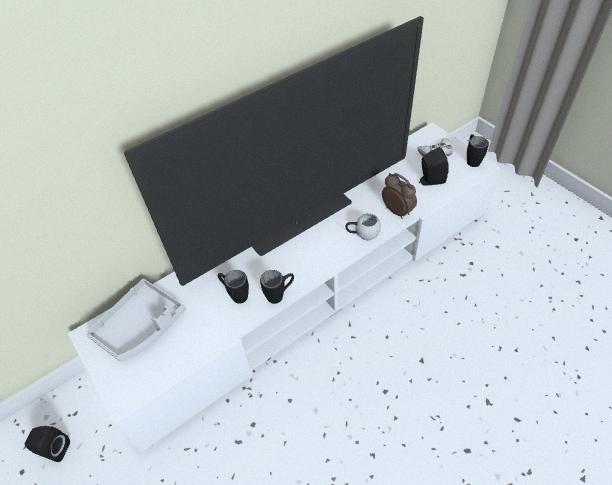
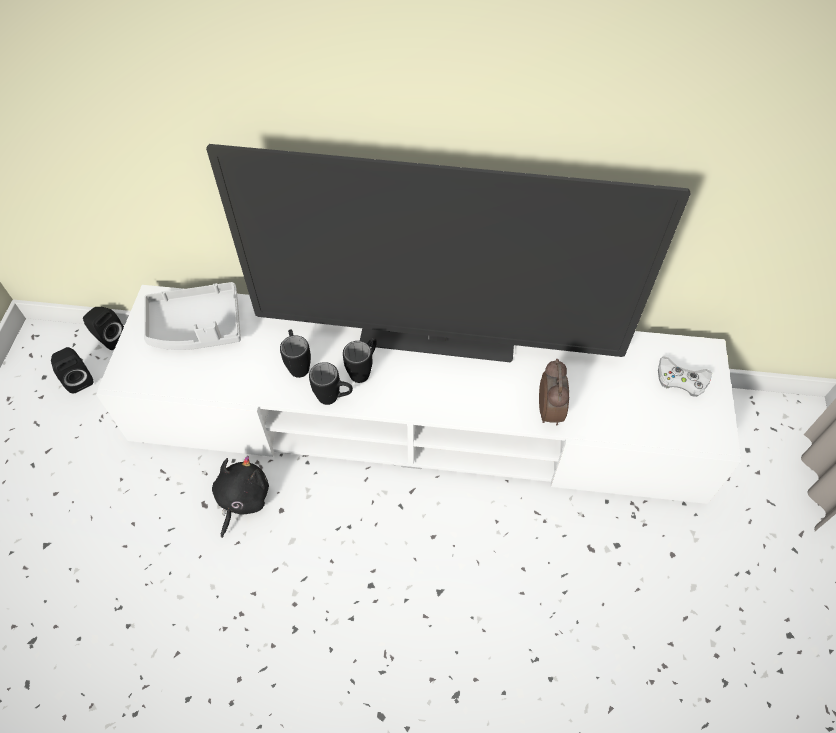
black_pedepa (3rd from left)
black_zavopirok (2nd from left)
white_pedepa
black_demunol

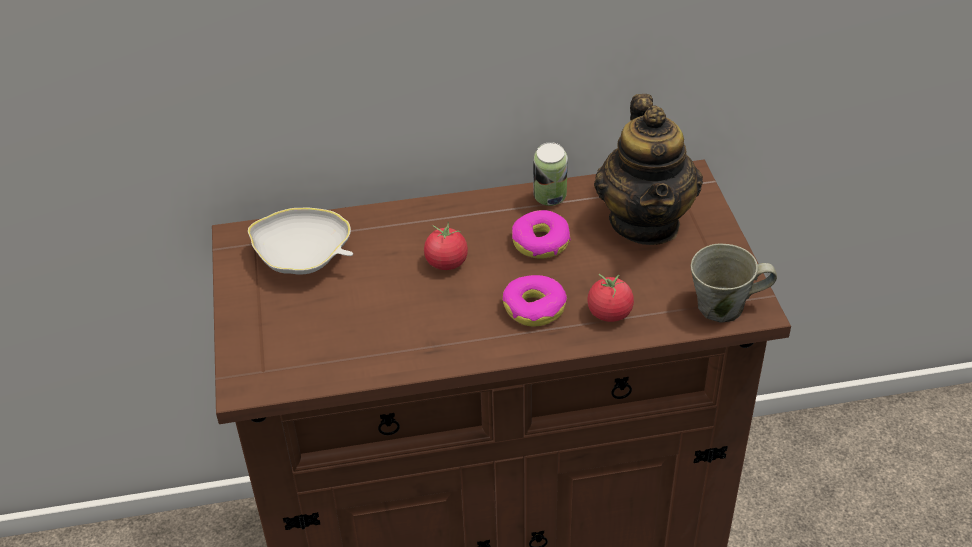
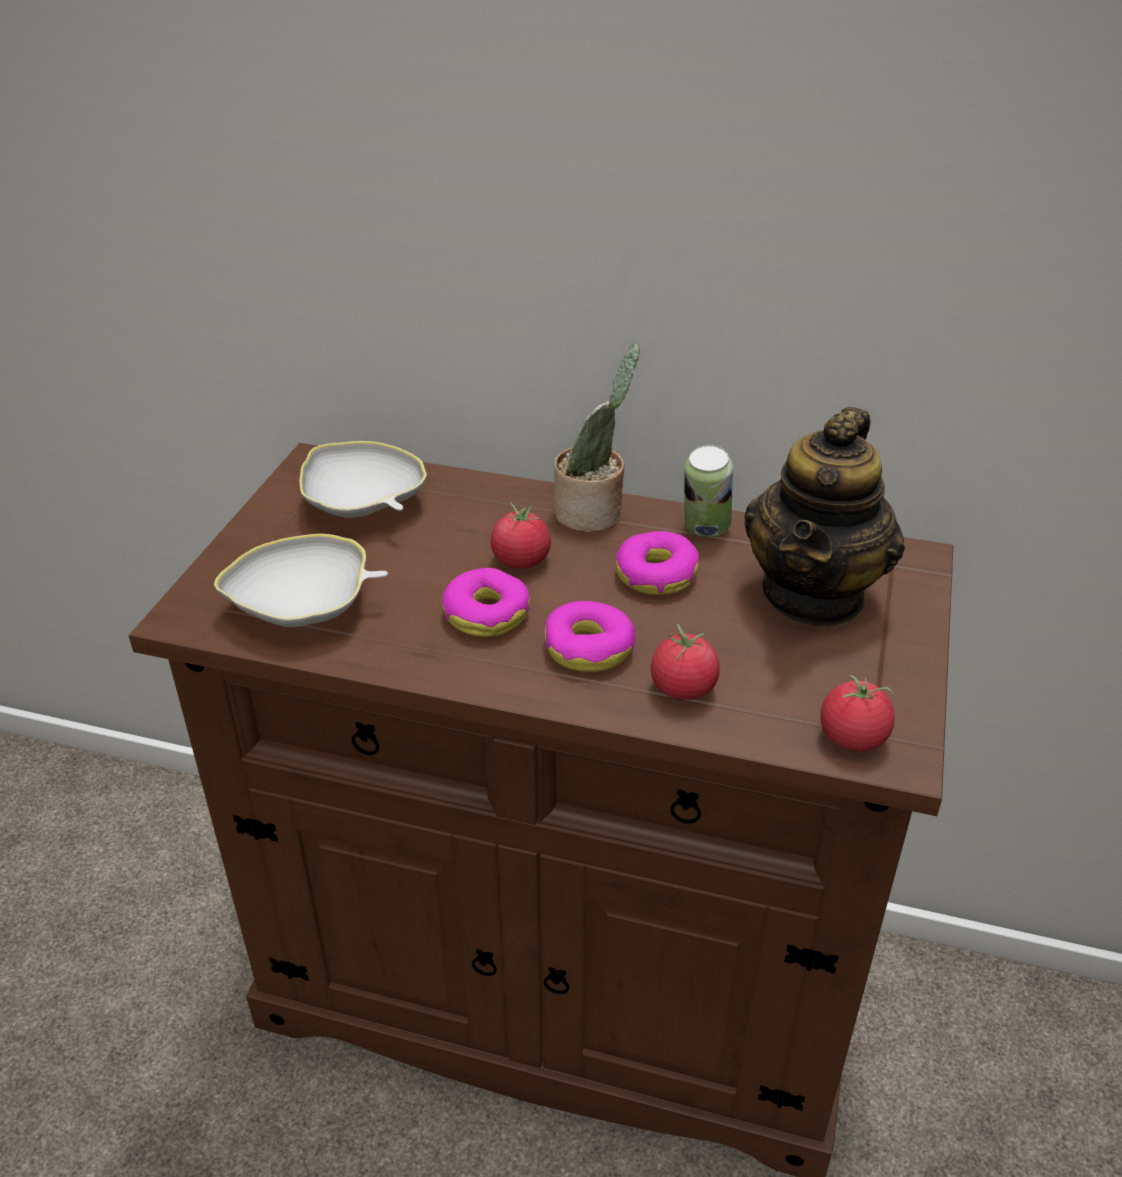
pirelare (3rd from left)
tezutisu
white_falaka (1st from left)
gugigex (1st from left)

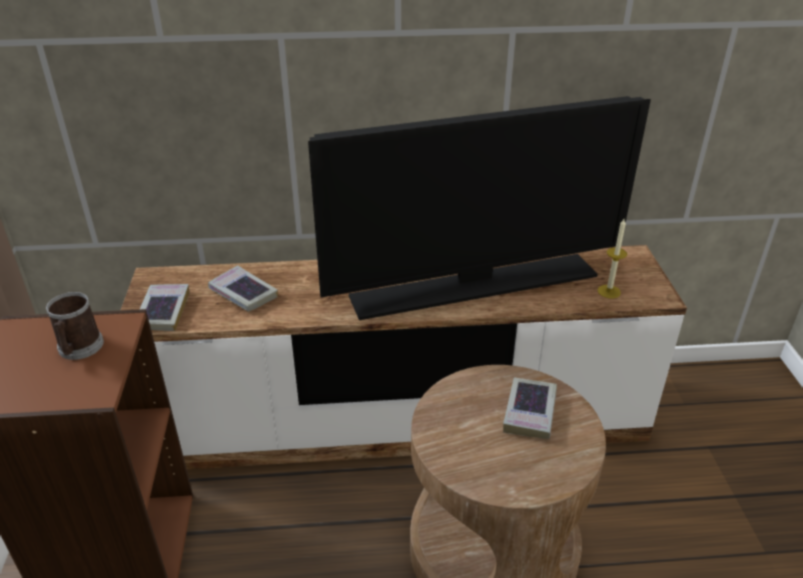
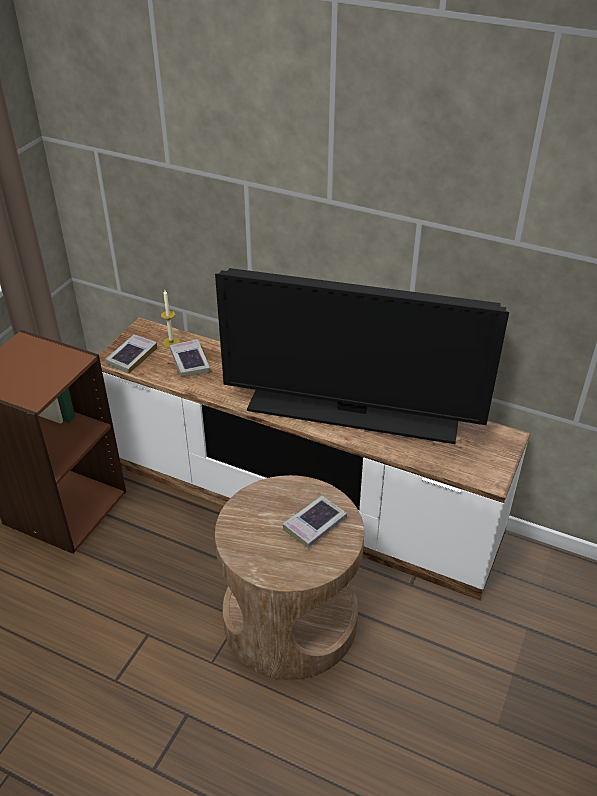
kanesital
pedepa

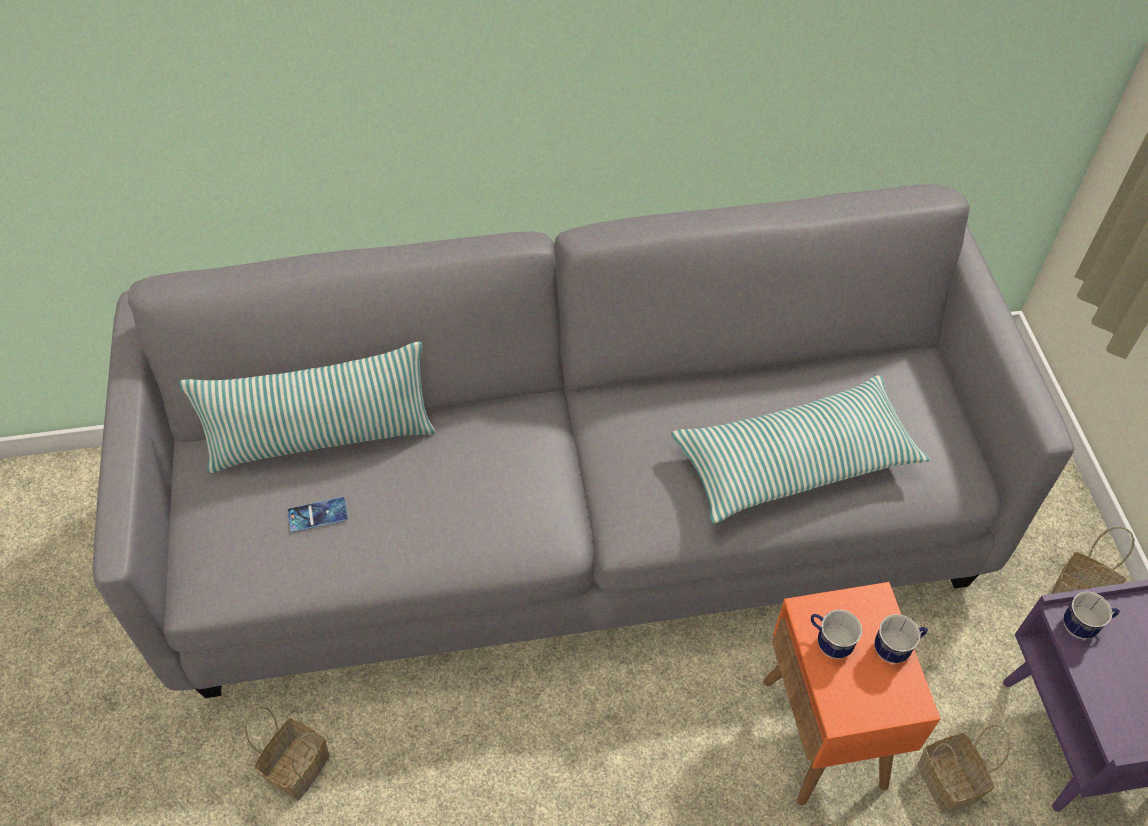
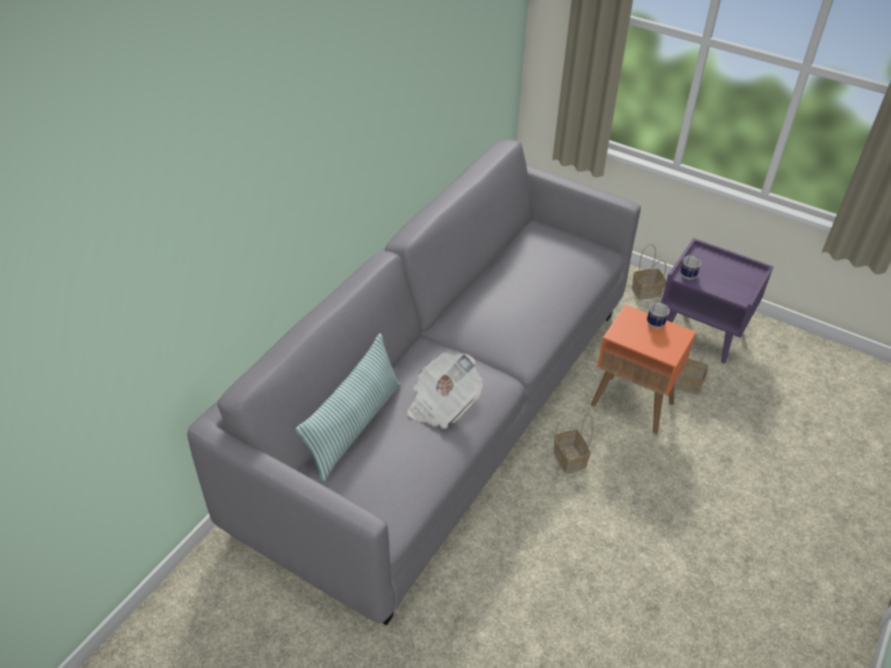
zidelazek (2nd from left in the first image)
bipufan
pedepa (1st from left in the first image)
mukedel (1st from left)
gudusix

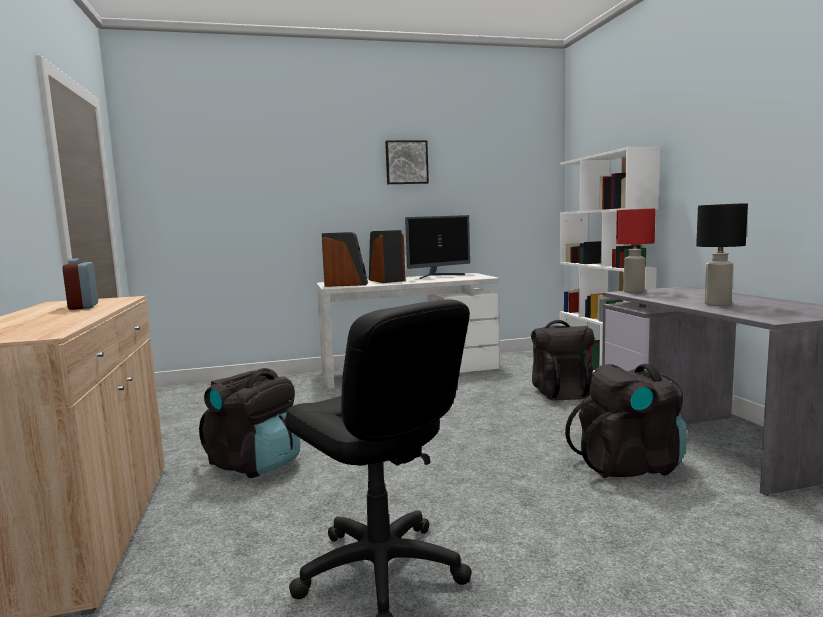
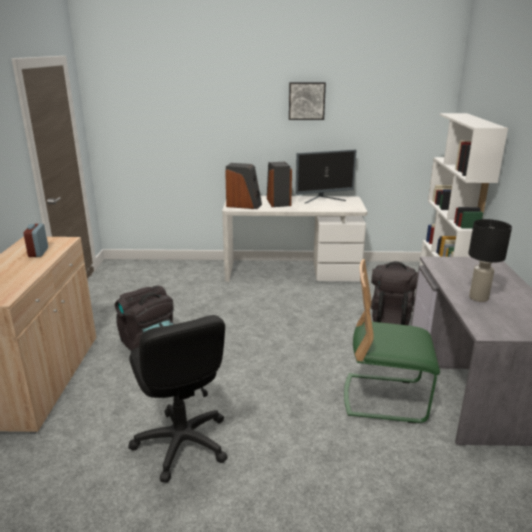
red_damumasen
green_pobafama

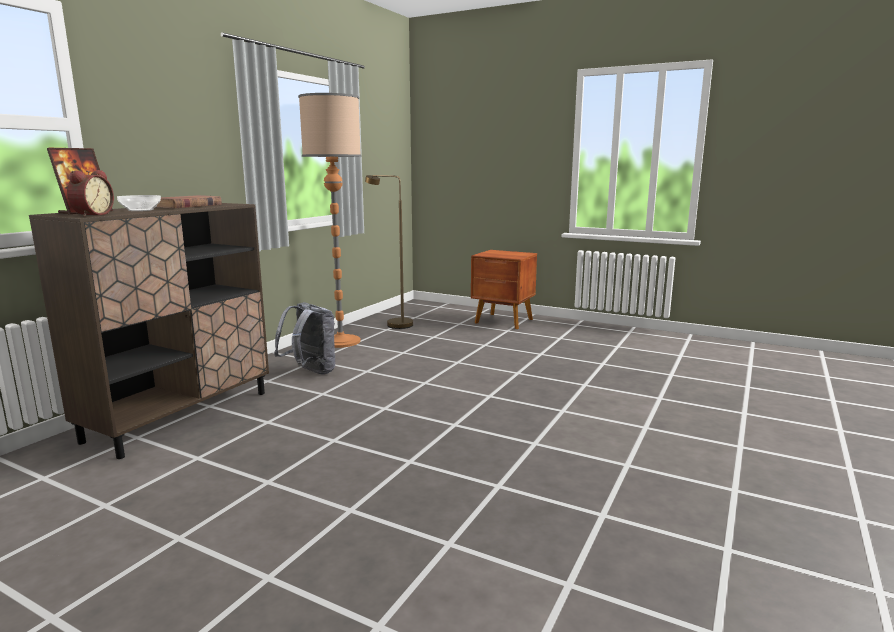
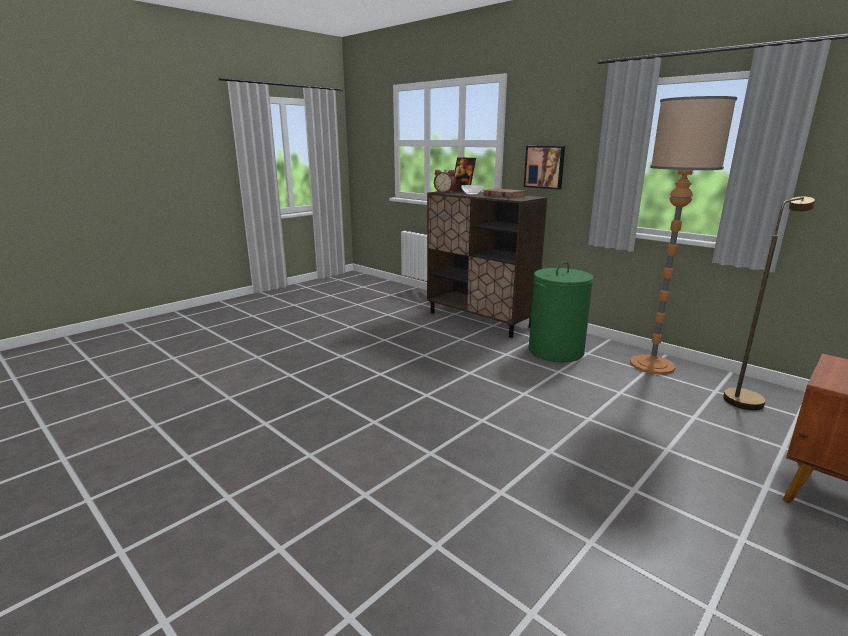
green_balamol
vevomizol

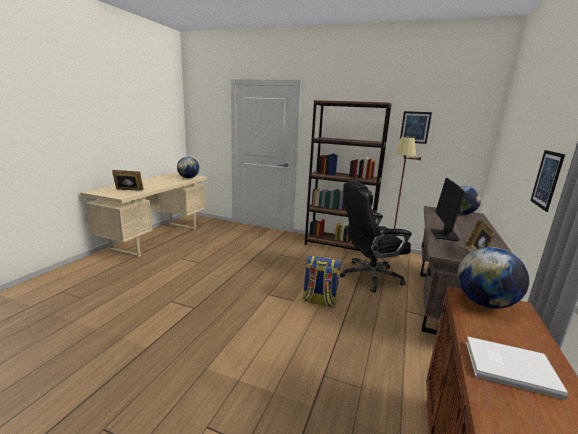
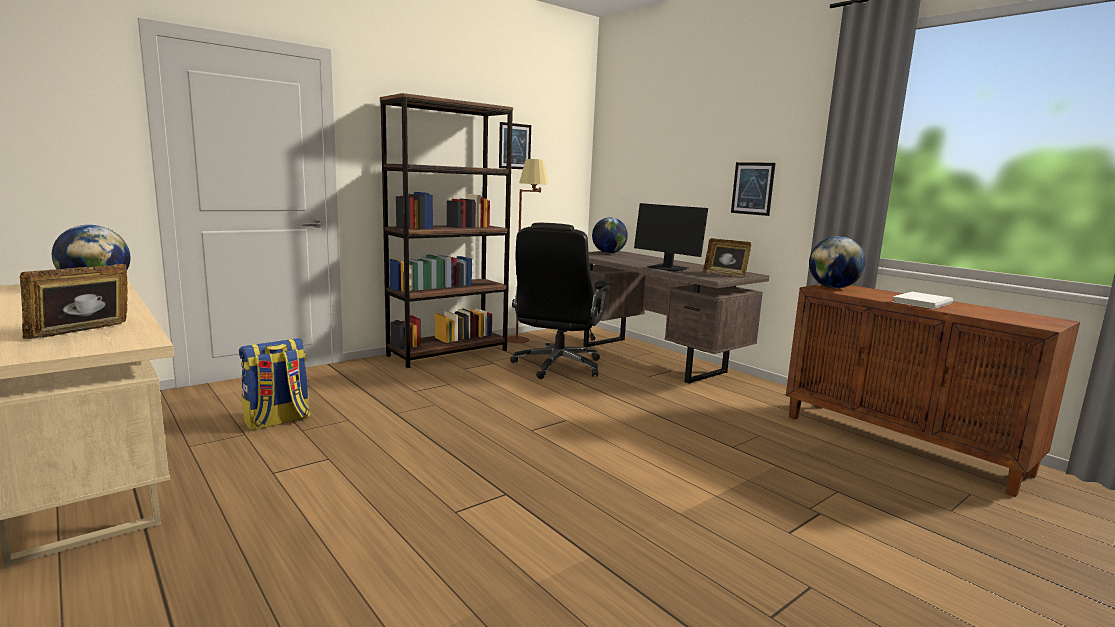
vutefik

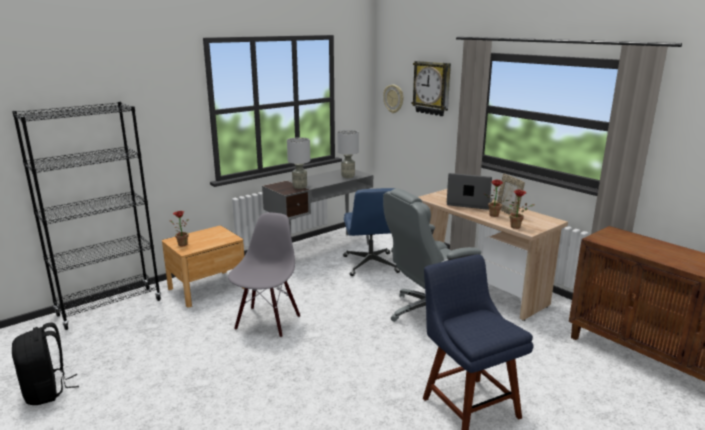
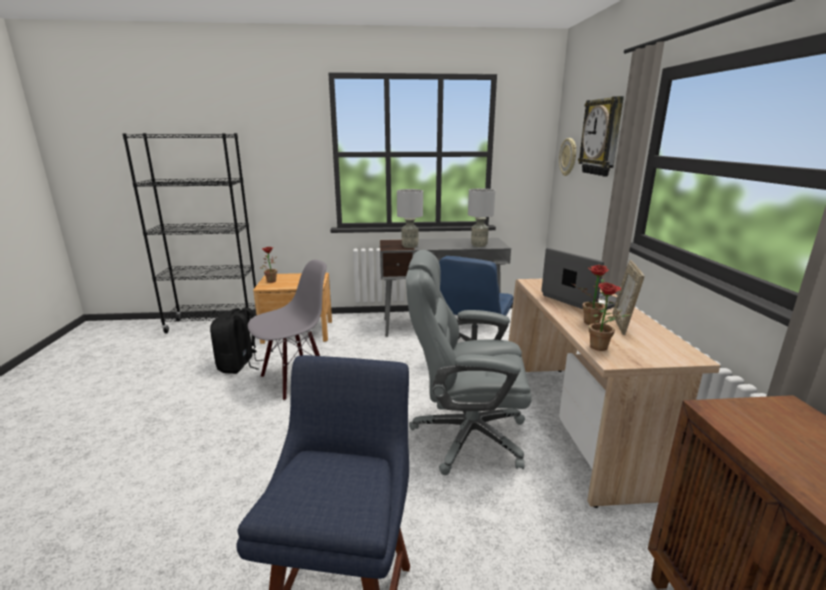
black_vutefik

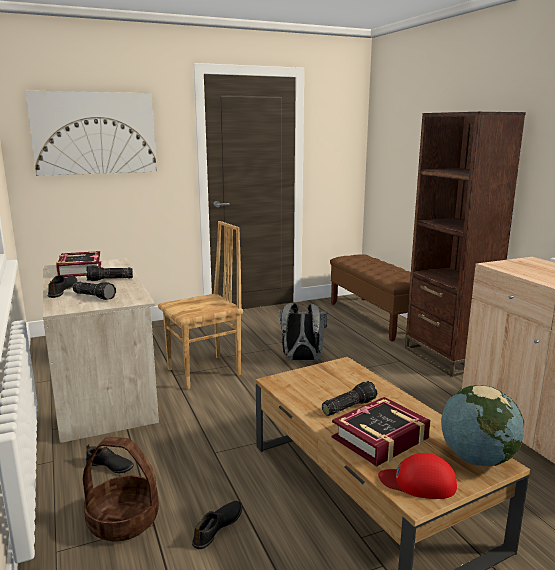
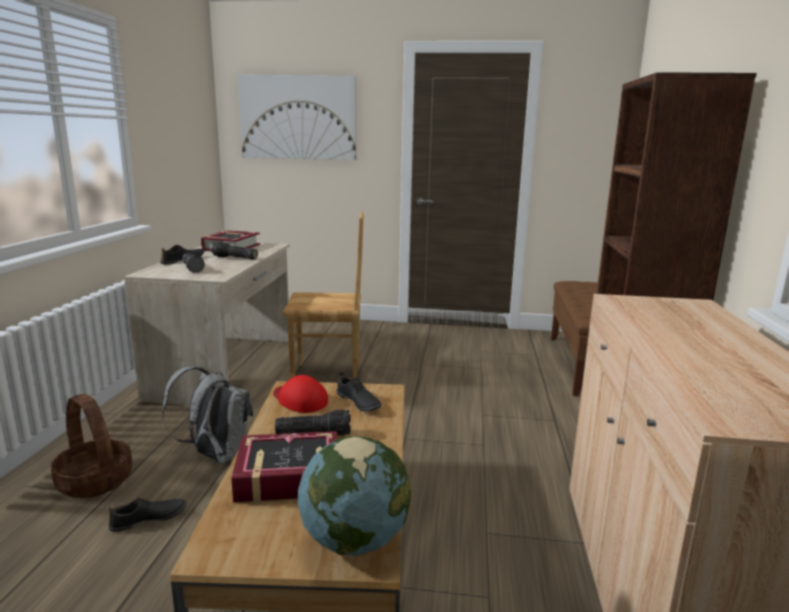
grey_vutefik
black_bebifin (3rd from left)
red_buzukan

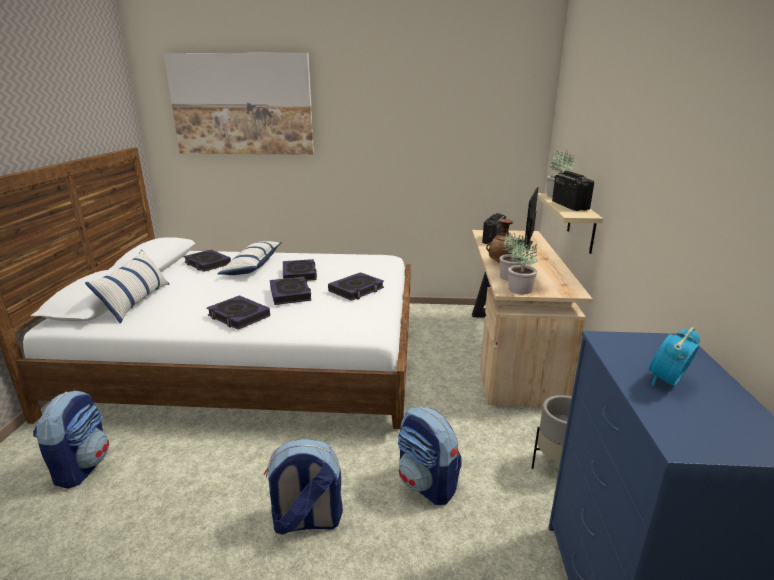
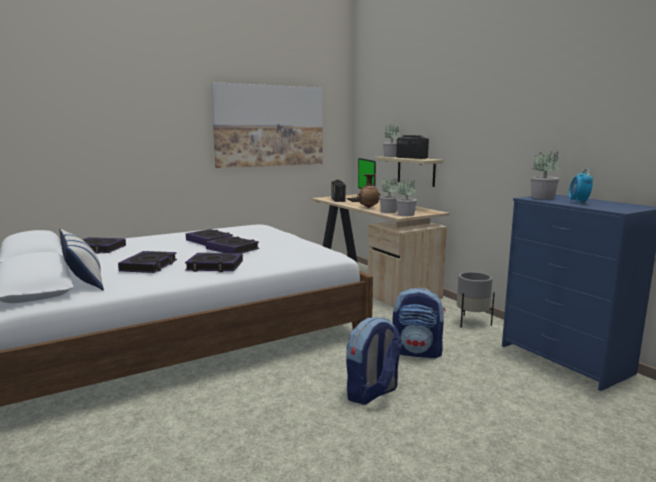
vevomizol
zidelazek (2nd from left in the first image)
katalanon (2nd from left)
vutefik (1st from left in the first image)
tezutisu (4th from left)

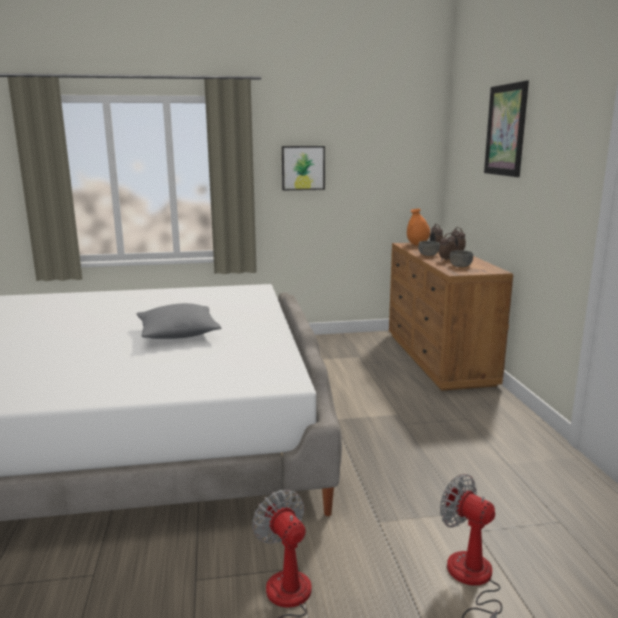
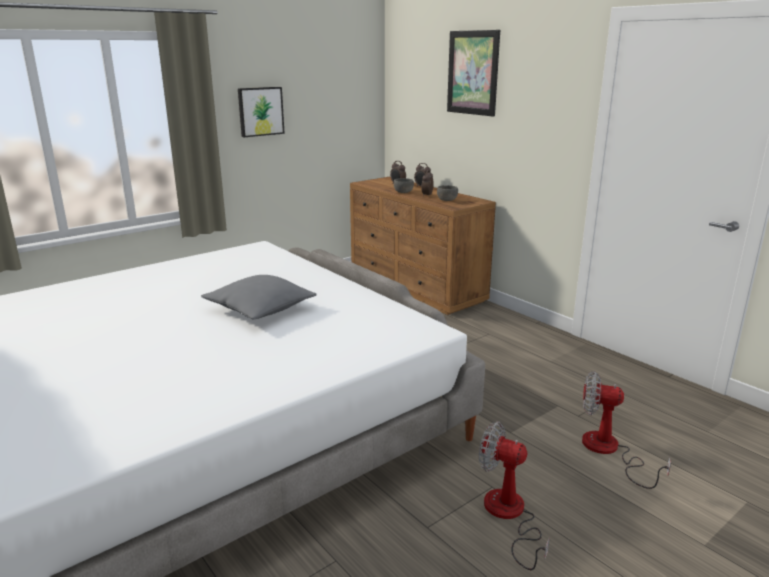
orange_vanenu

